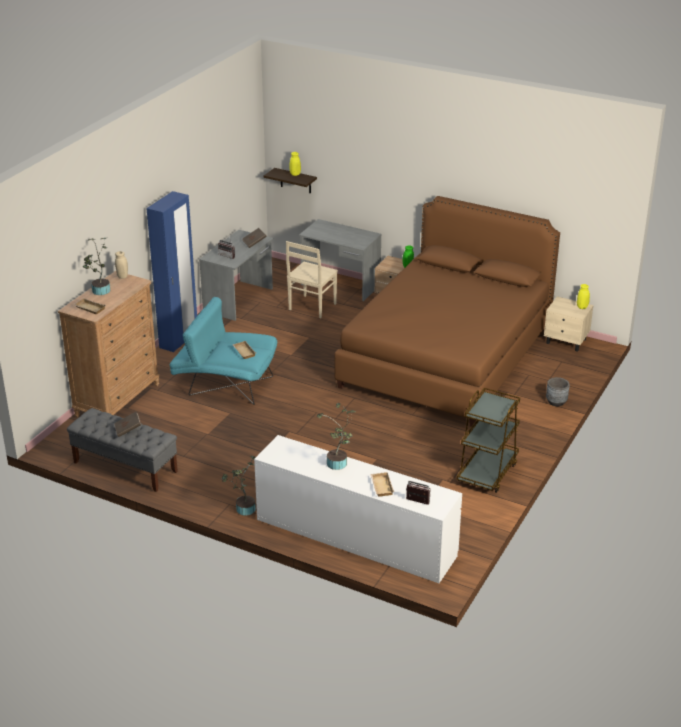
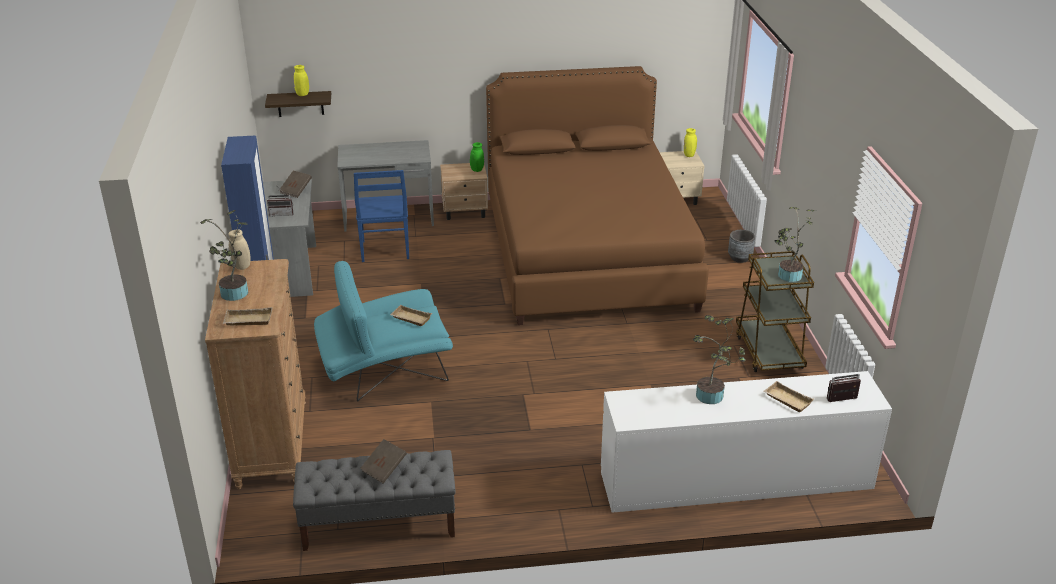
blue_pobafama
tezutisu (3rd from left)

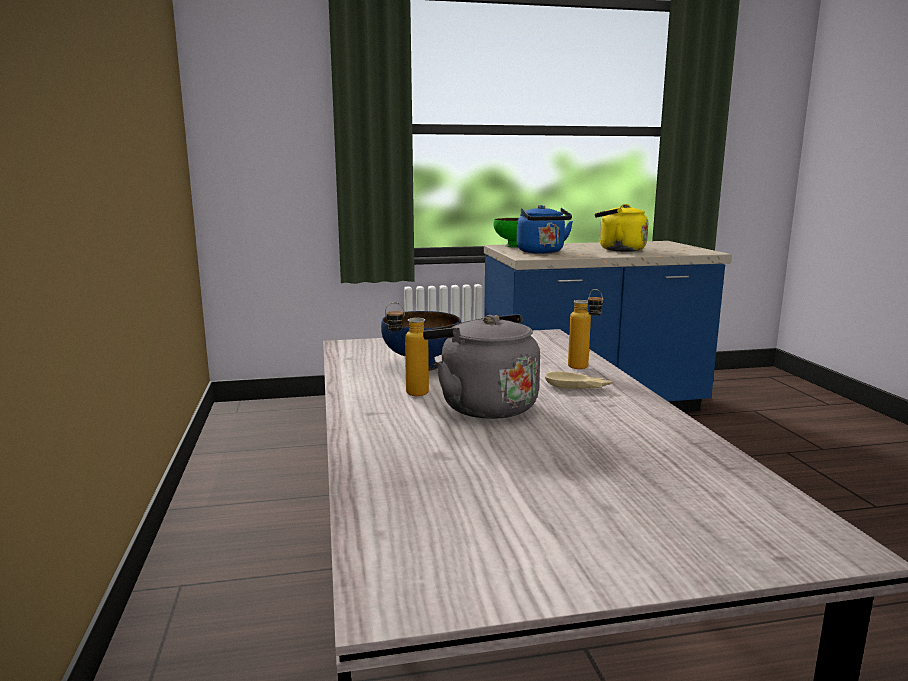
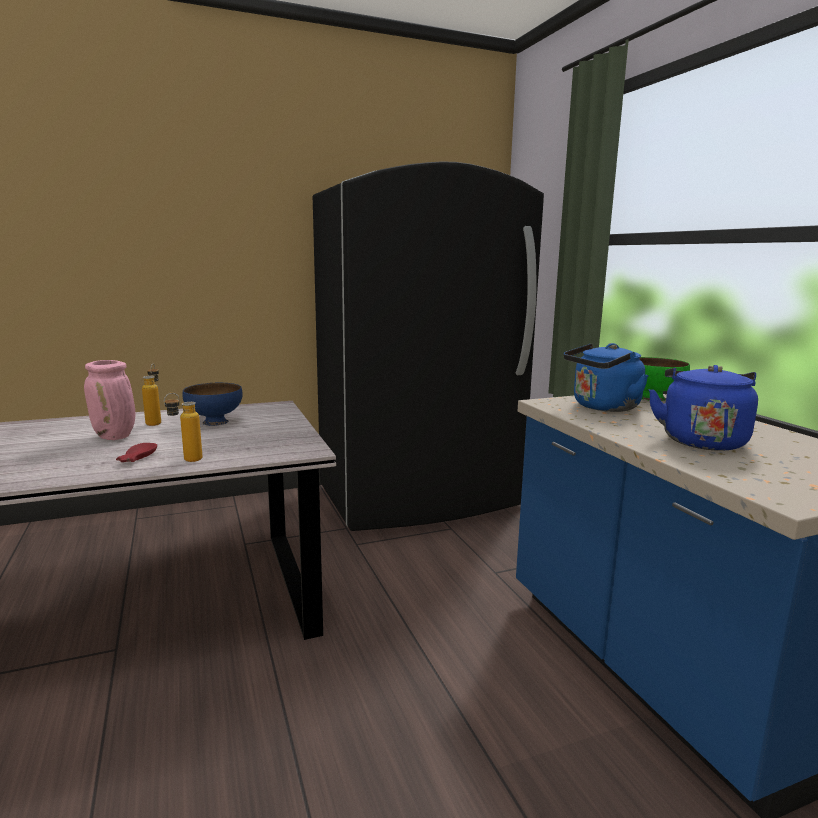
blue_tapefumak (2nd from left)
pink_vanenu
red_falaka
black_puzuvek

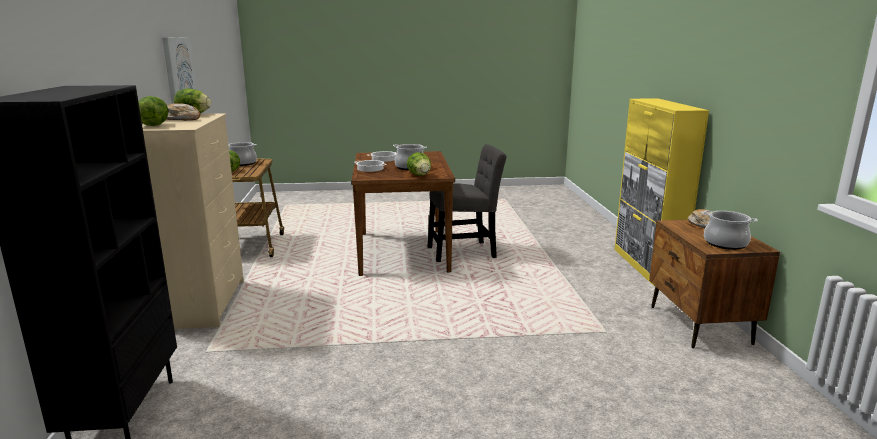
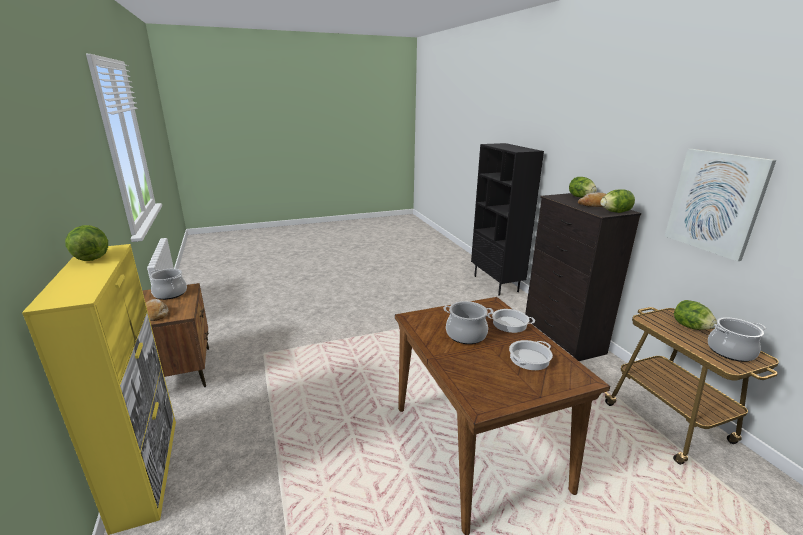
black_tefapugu
grey_pobafama
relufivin (1st from left)

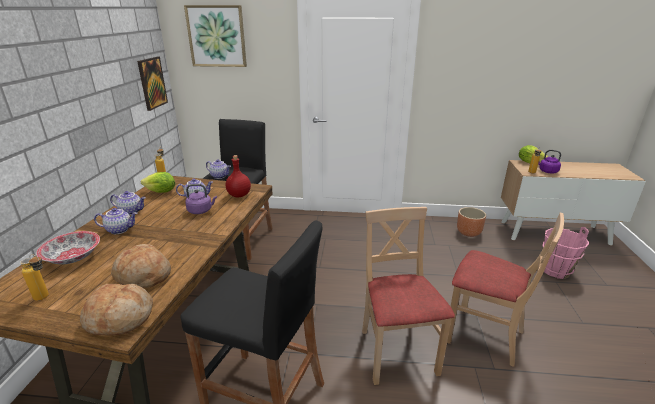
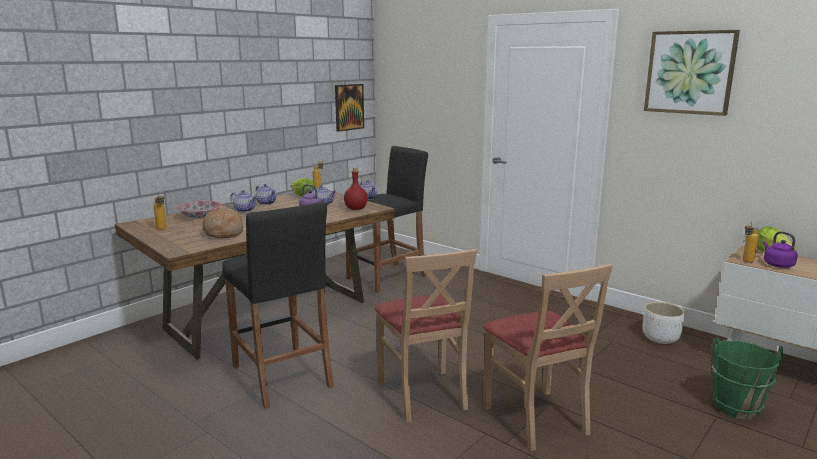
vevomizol (2nd from left)
beige_pobafama (1st from left)
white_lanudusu
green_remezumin
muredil (1st from left in the first image)

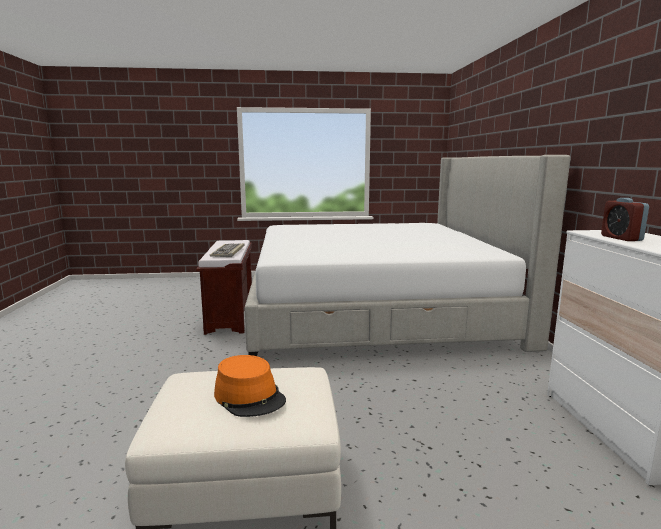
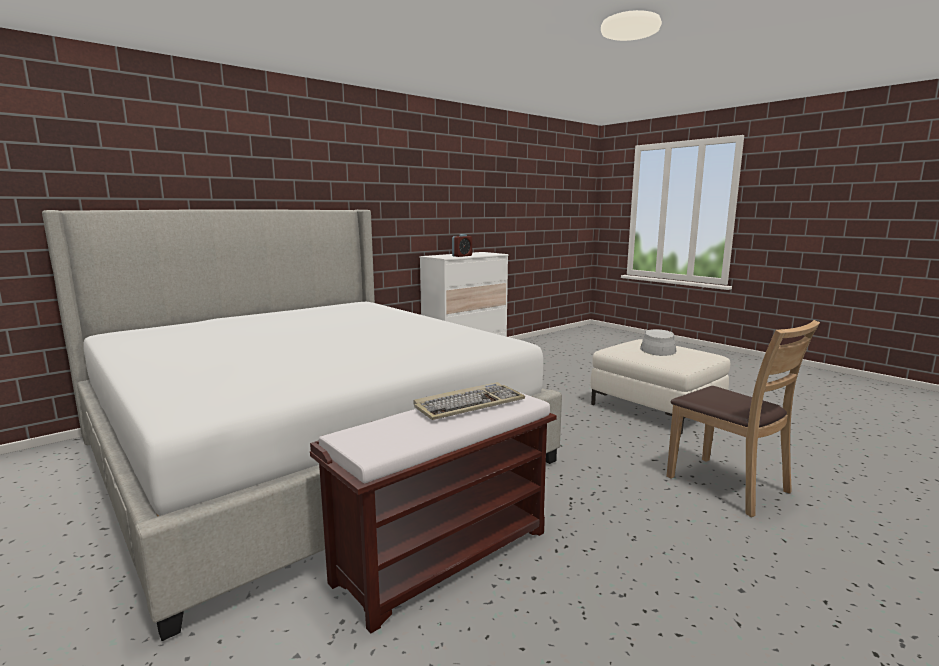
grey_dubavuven
brown_pobafama

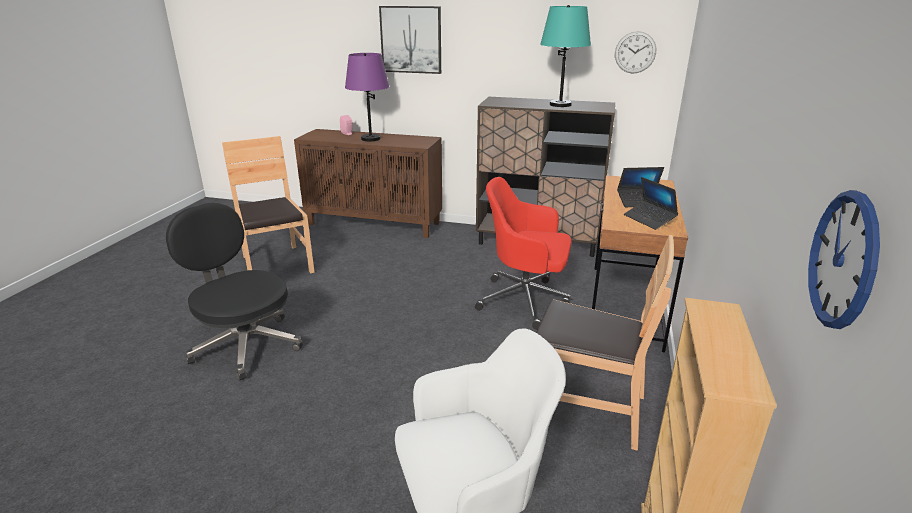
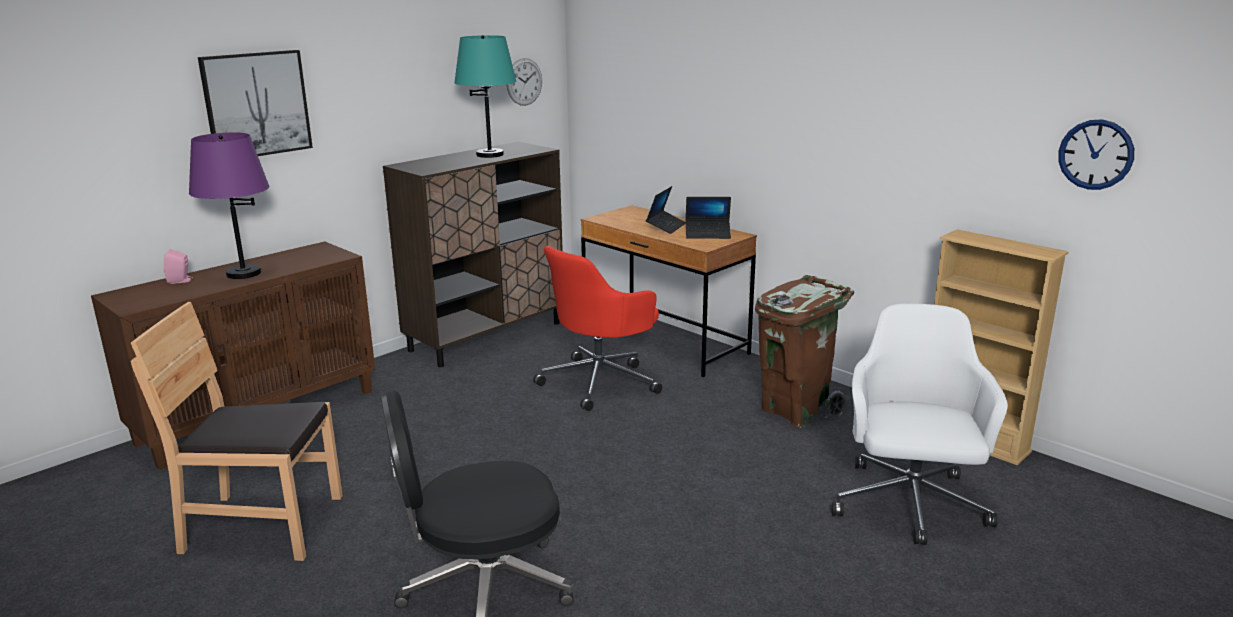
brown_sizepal

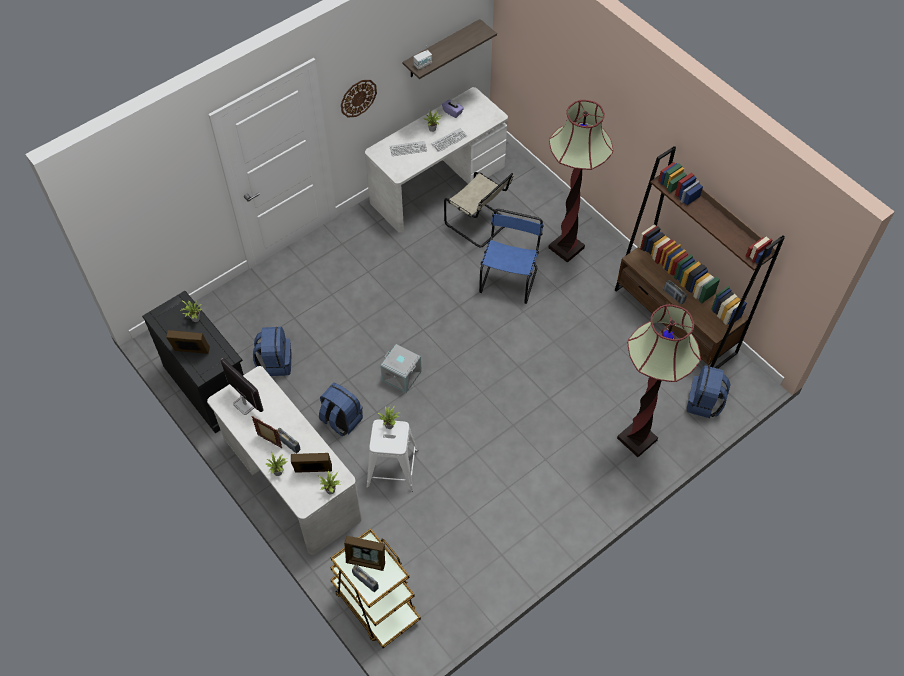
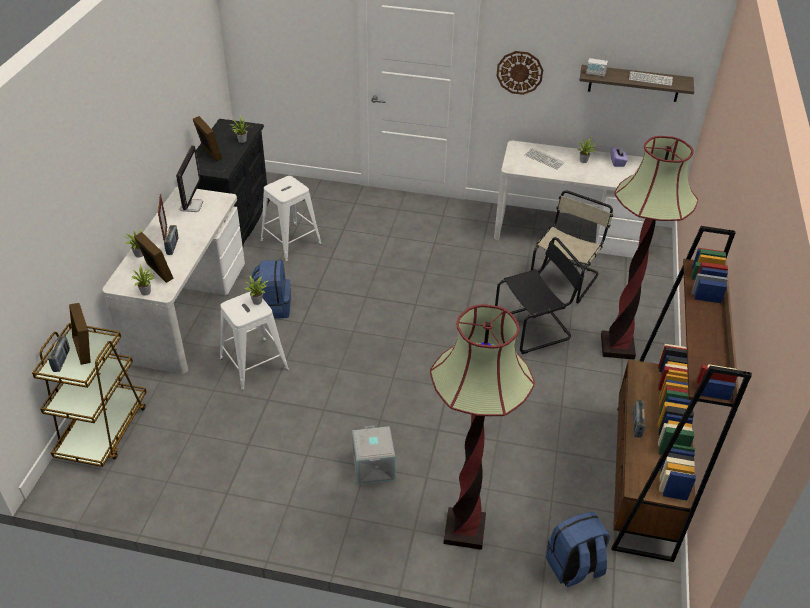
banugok (2nd from left)
beige_pobafama
black_pobafama
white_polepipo (2nd from left)
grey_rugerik

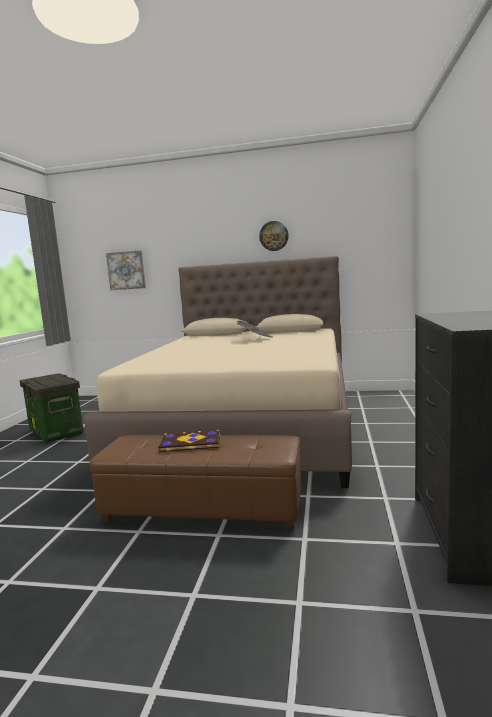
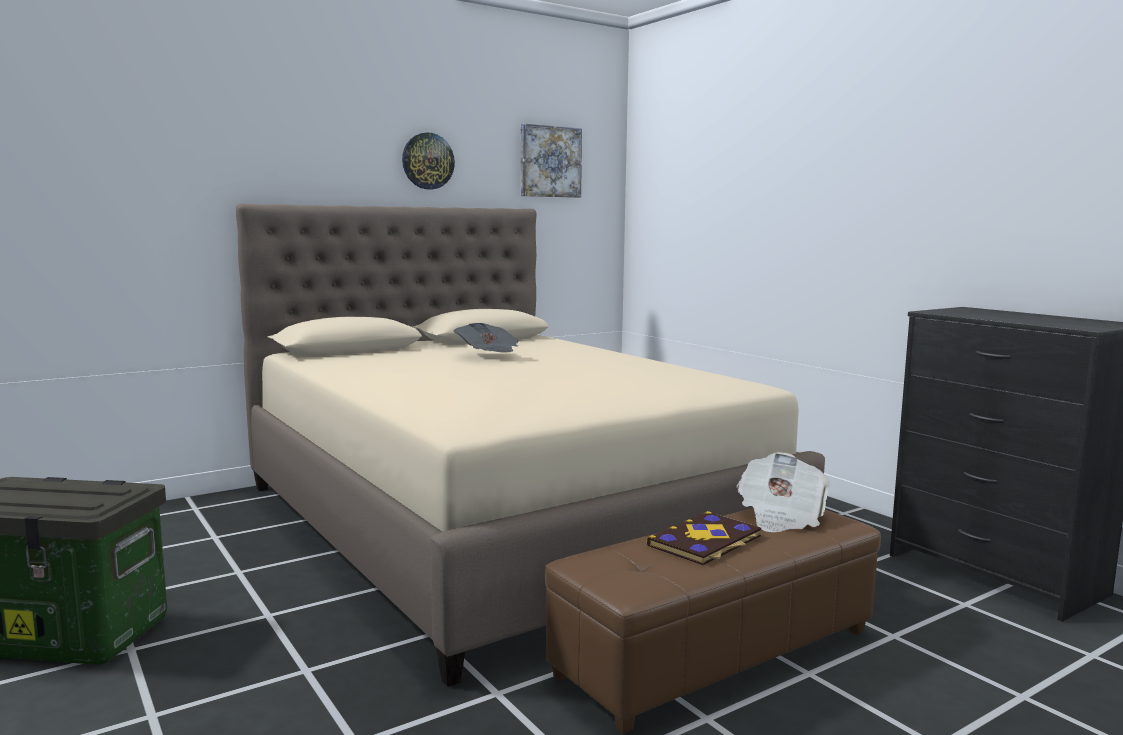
vevomizol
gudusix (2nd from left)

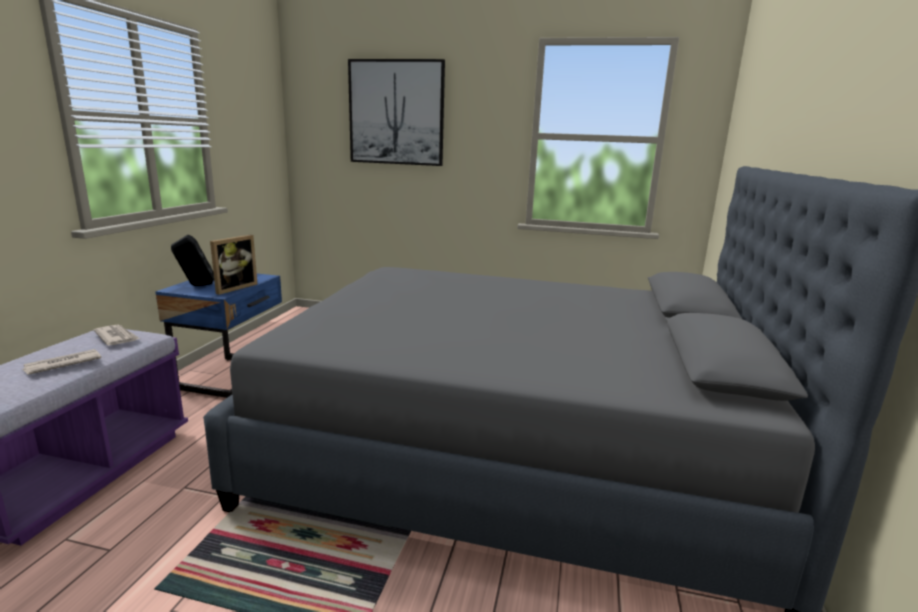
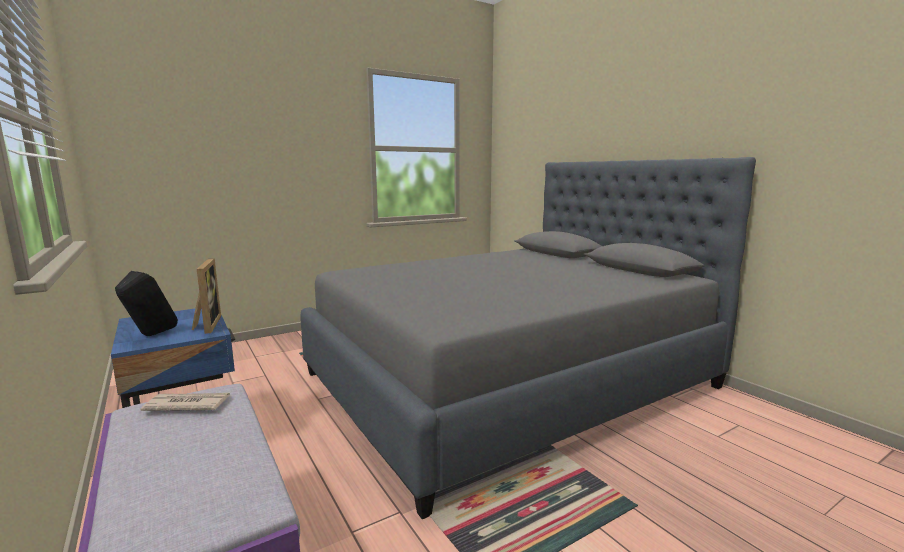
vevomizol
gudusix (1st from left in the first image)

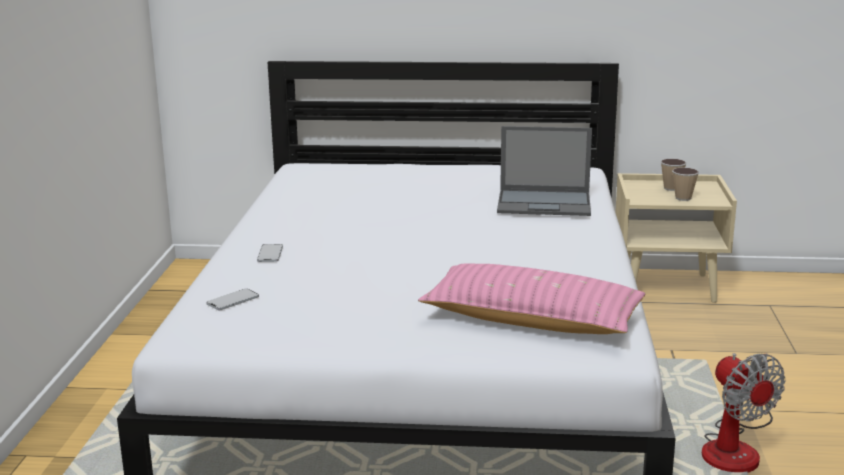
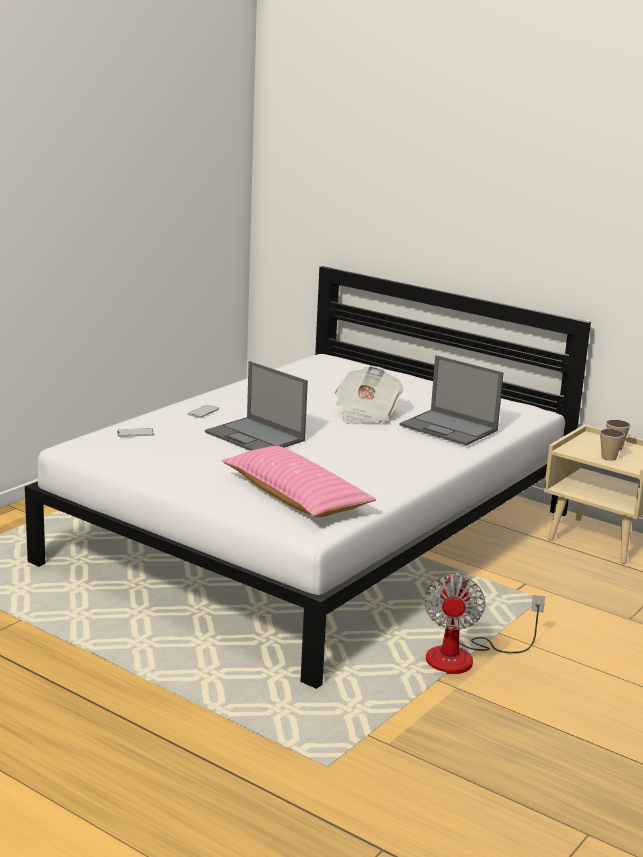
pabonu (1st from left)
gudusix

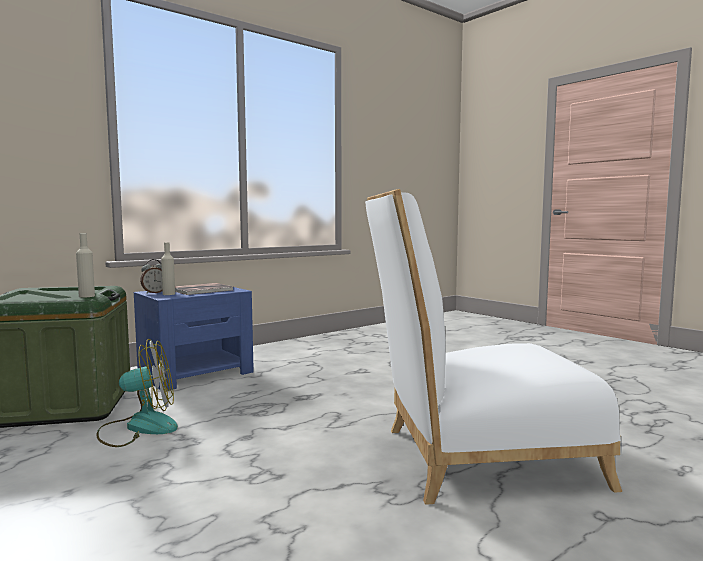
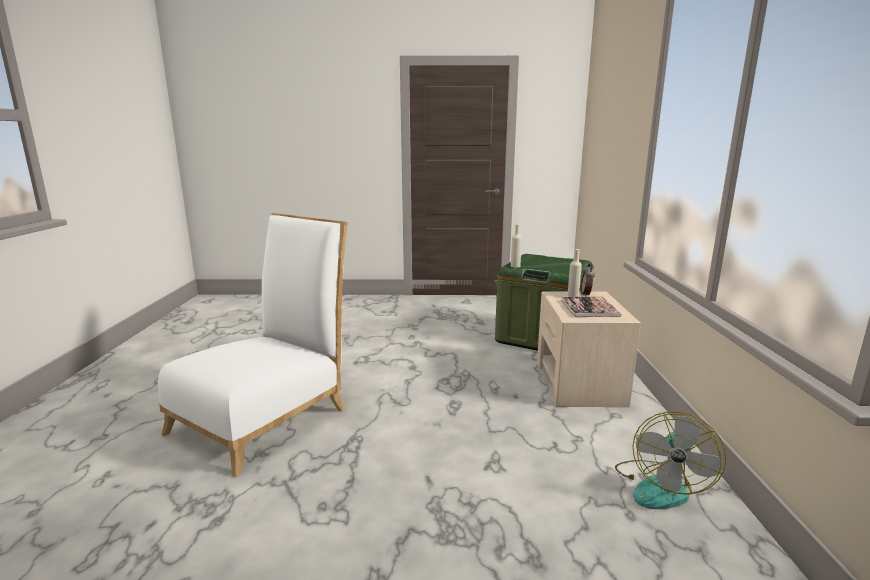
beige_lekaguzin
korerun

